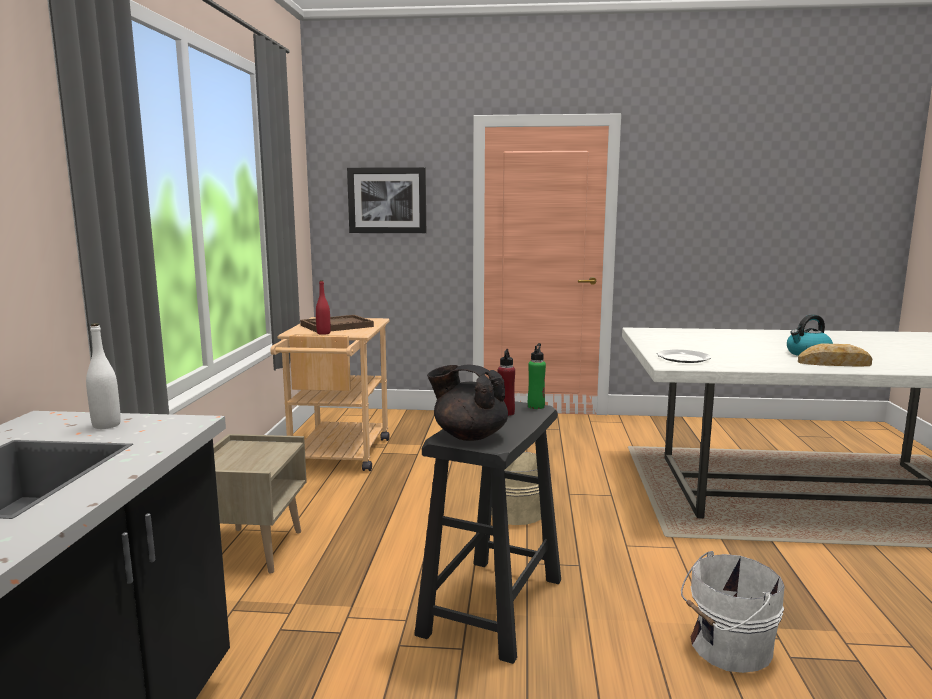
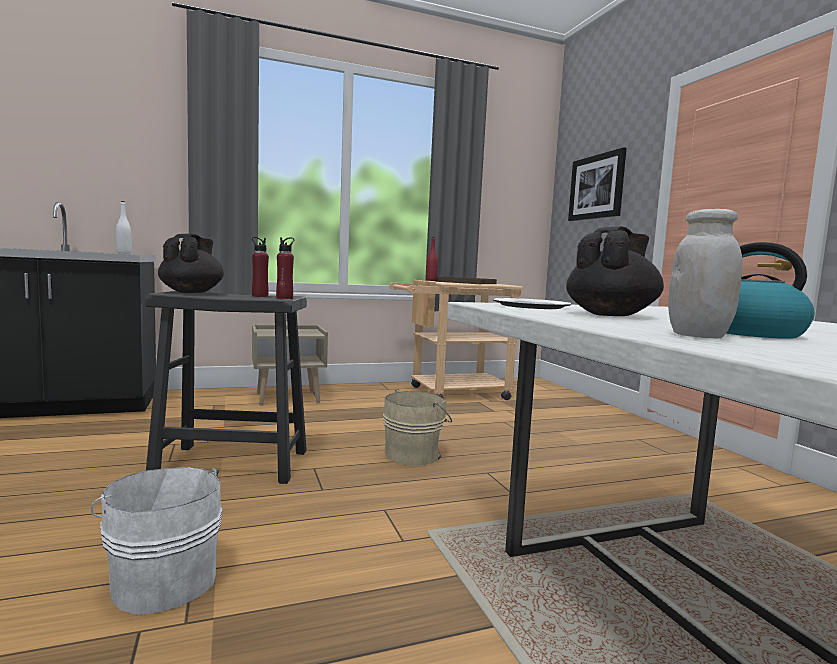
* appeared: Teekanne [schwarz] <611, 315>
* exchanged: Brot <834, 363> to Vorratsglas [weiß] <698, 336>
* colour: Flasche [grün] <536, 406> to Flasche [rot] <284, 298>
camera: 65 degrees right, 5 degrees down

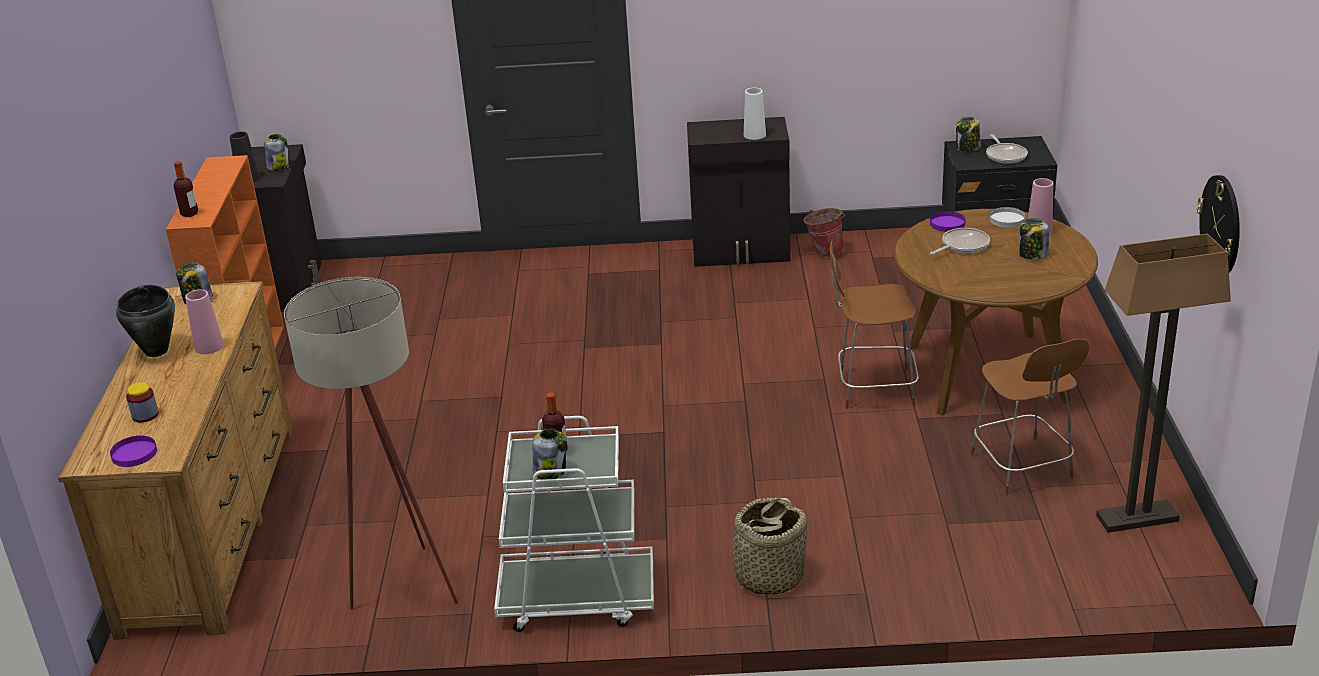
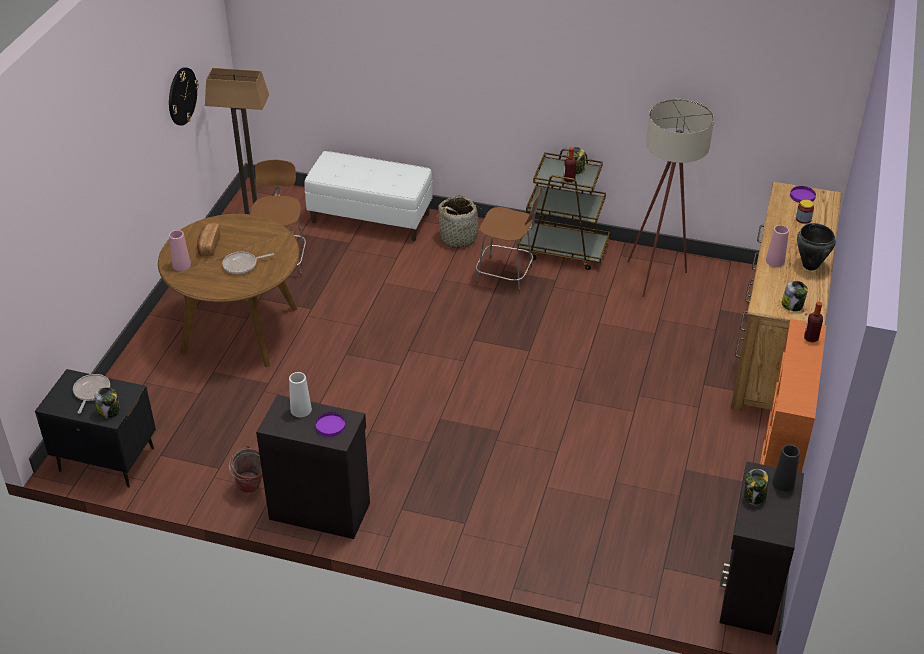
* missing: Teller [weiß] <1007, 219>
* appeared: Bank [weiß] <371, 217>
* relocated: Stuhl [braun] <873, 388> to <506, 276>
* relocated: Teller [lila] <947, 223> to <330, 426>
* exchanged: Vorratsglas <1032, 255> to Brot <208, 245>
* colour: Rollwagen [weiß] <576, 599> to Rollwagen [braun] <563, 250>
camera: 165 degrees left, 10 degrees up

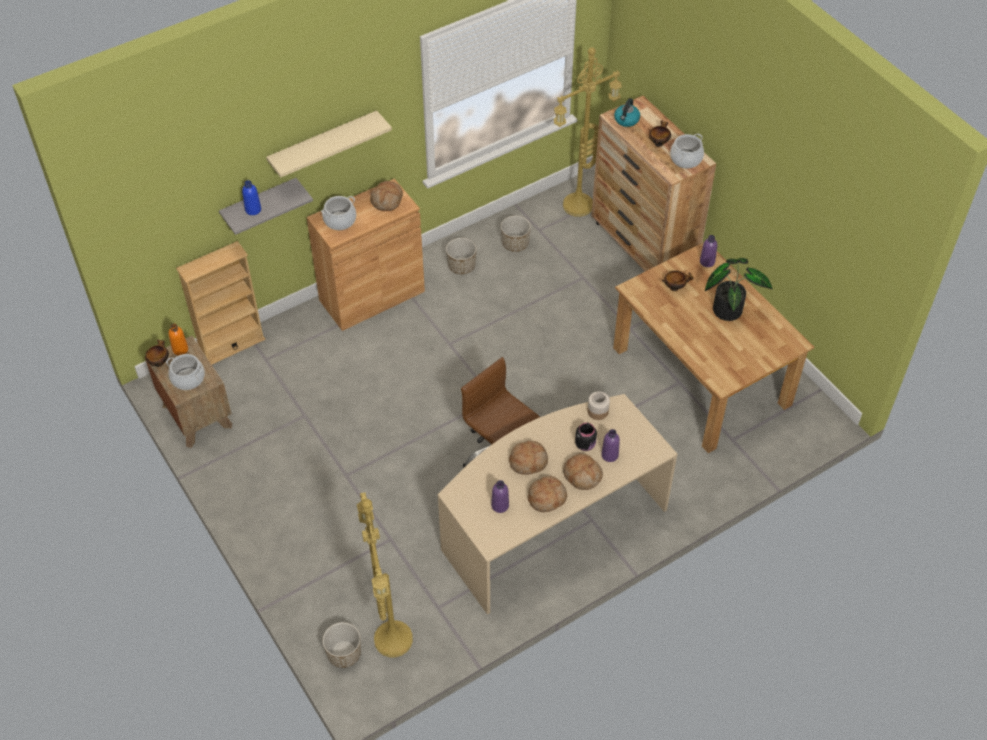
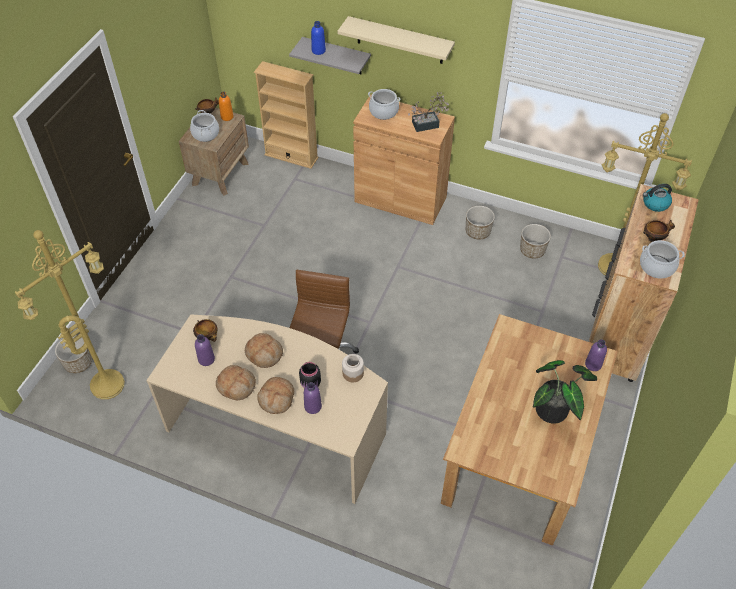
* relocated: Schüssel <675, 287> to <208, 337>
* exchanged: Brot <387, 200> to Topfpflanze <428, 124>
camera: 55 degrees right, 0 degrees up

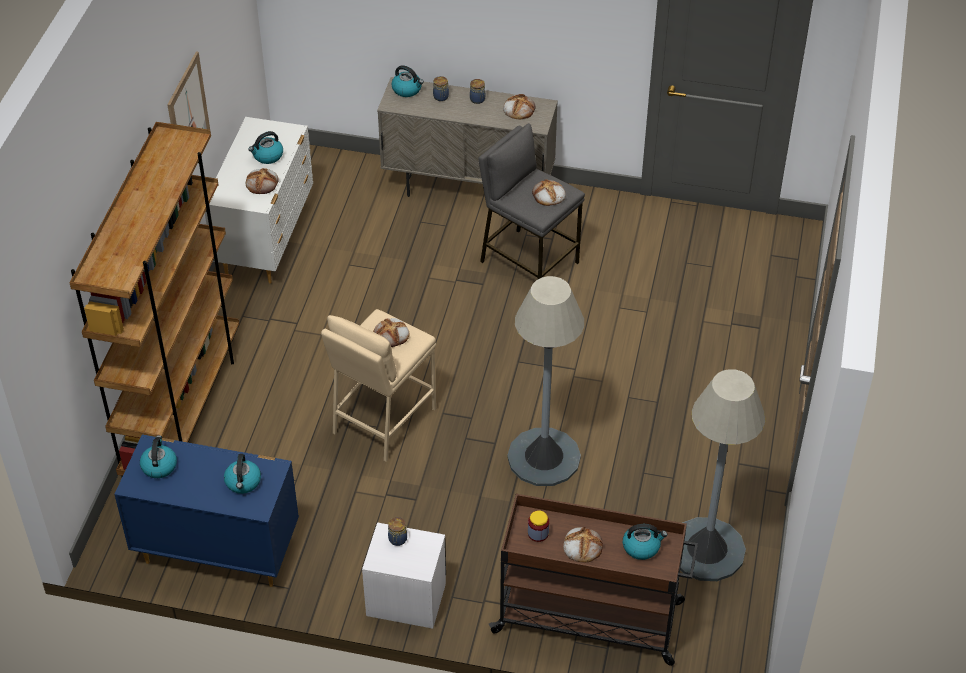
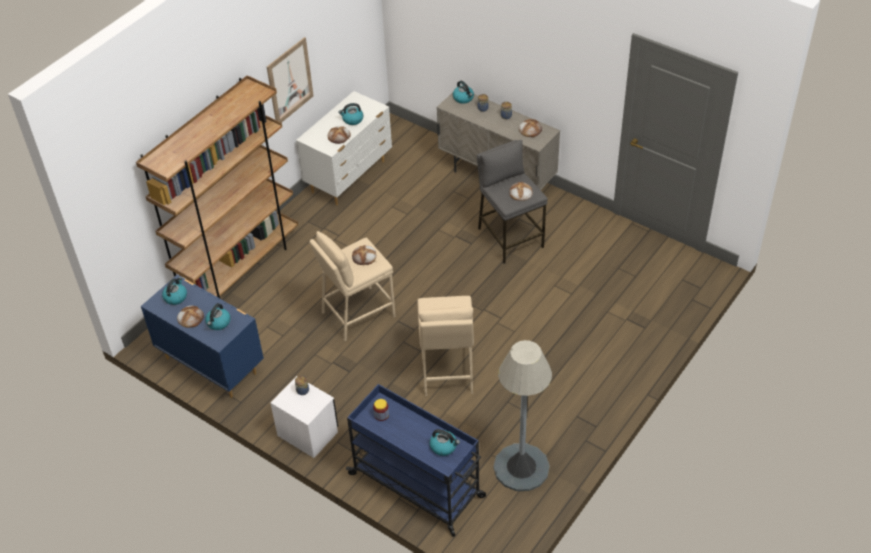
* relocated: Brot <582, 546> to <190, 317>
* exchanged: Stehlampe [grau] <544, 457> to Hocker [beige] <447, 370>
* colour: Rollwagen [braun] <590, 617> to Rollwagen [blau] <418, 486>
camera: 25 degrees right, 0 degrees up

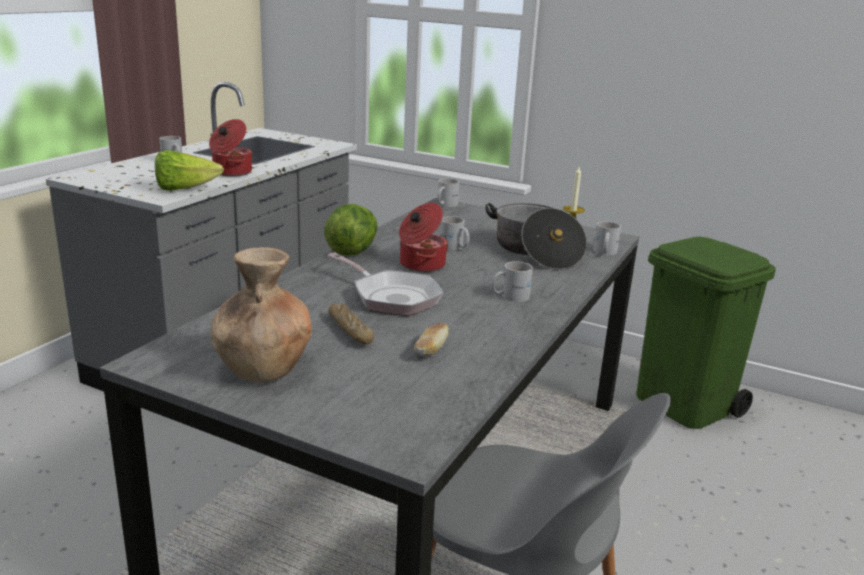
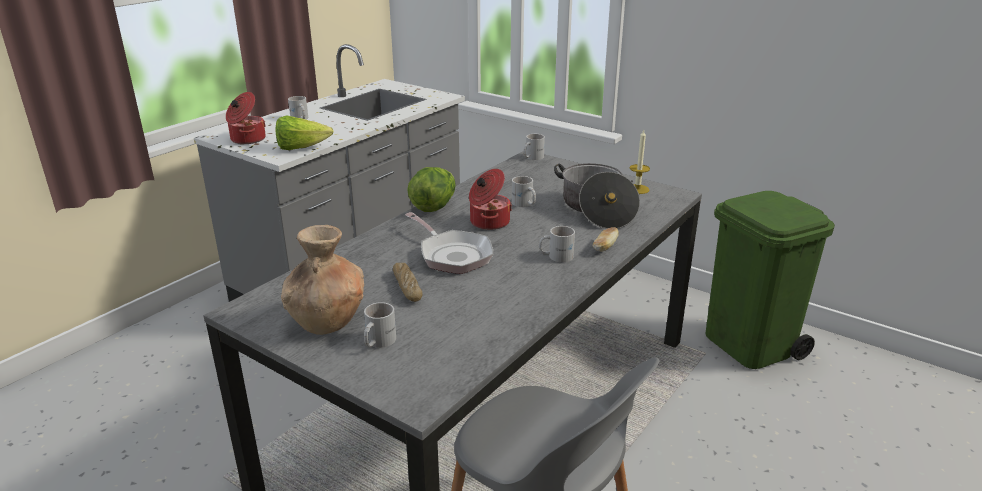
* relocated: Kochtopf <231, 172> to <247, 139>
* relocated: Brot <430, 350> to <604, 247>
* relocated: Henkelbecher [weiß] <604, 252> to <377, 342>
camera: 10 degrees right, 5 degrees up

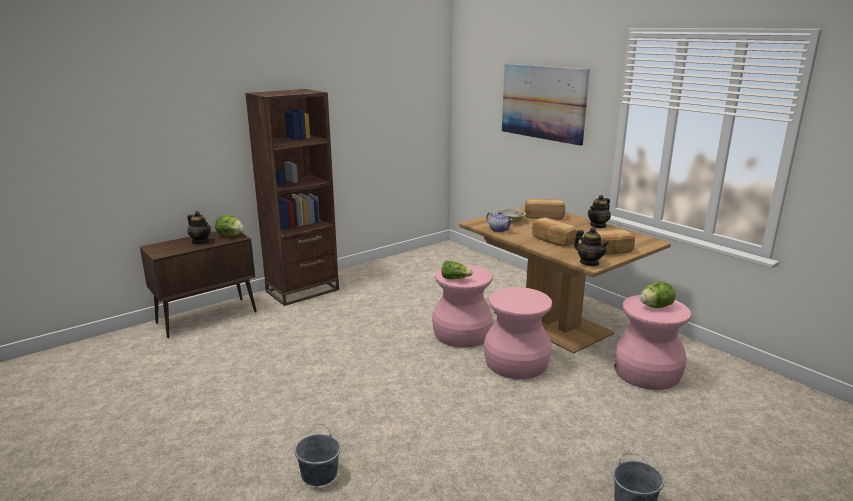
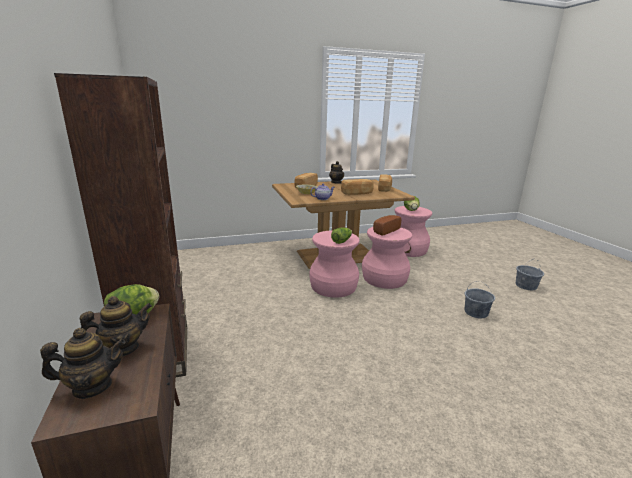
* missing: Bild <543, 102>
* appeared: Brot <384, 230>
* relocated: Eimer [grau] <319, 474> to <476, 312>
* relocated: Teekanne <589, 263> to <92, 386>
camera: 70 degrees left, 0 degrees up

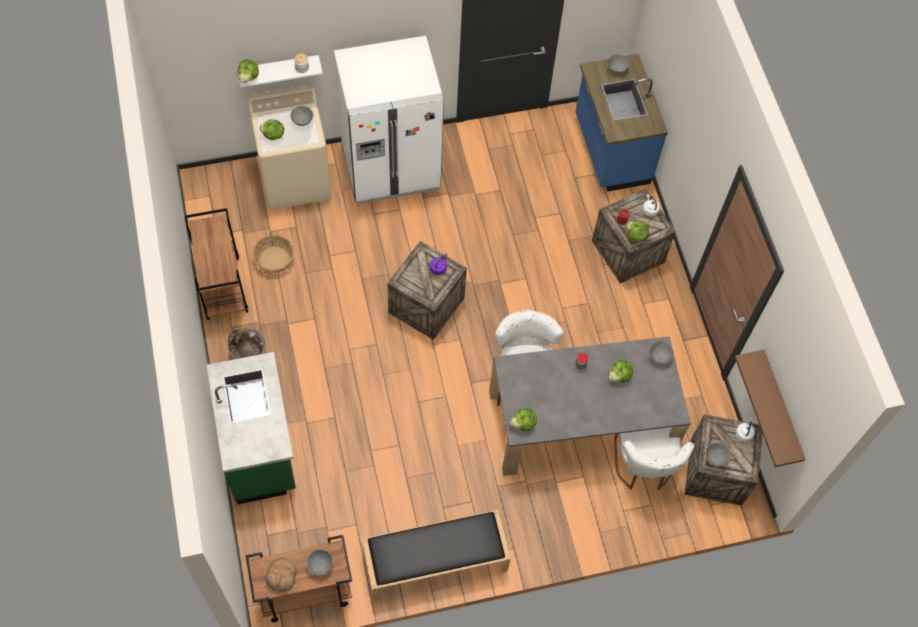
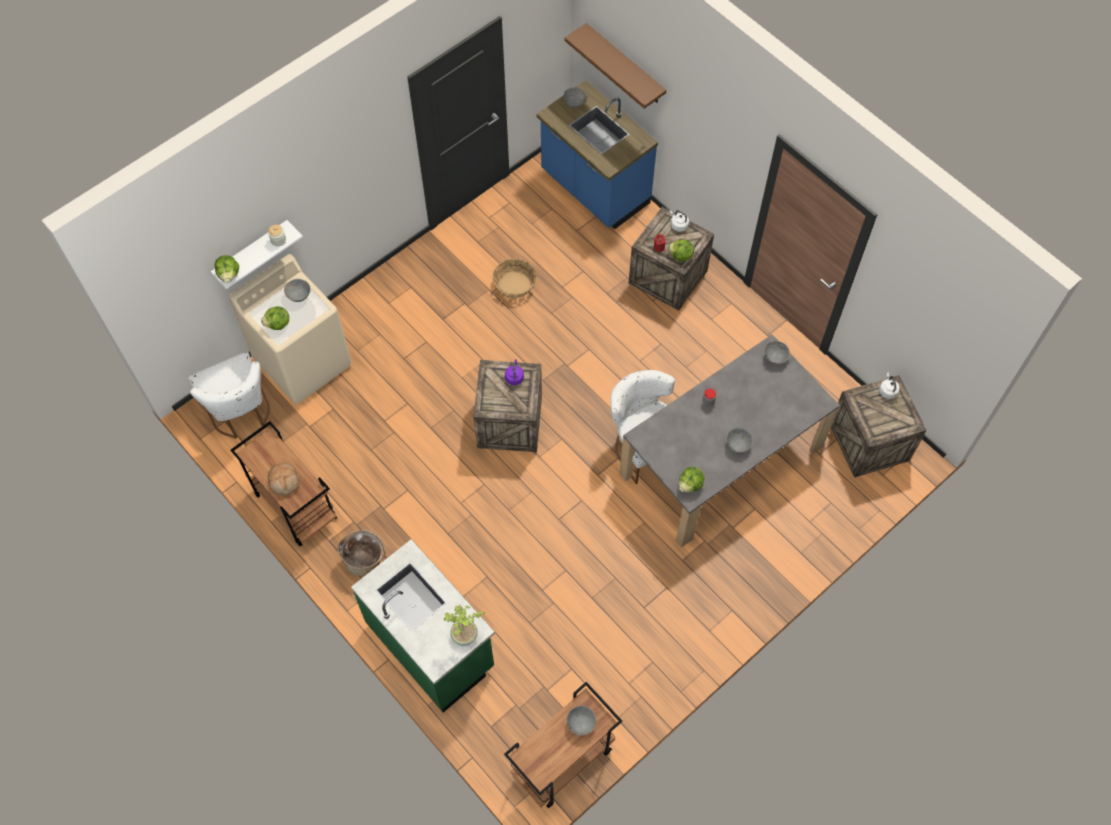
* missing: Kühlschrank [weiß] <391, 168>
* missing: Bank [schwarz] <434, 562>
* missing: Salatkopf <619, 376>
* appeared: Topfpflanze <465, 635>
* relocated: Korb <274, 259> to <514, 285>
* relocated: Brot <282, 576> to <284, 481>
* relocated: Stuhl [weiß] <643, 466> to <240, 412>
* relocated: Schüssel [grau] <715, 458> to <737, 445>
* relocated: Wandregal [braun] <780, 408> to <625, 65>
camera: 25 degrees left, 0 degrees up

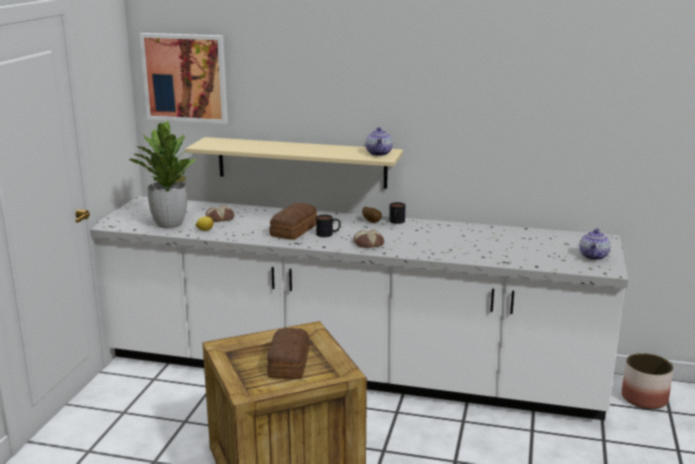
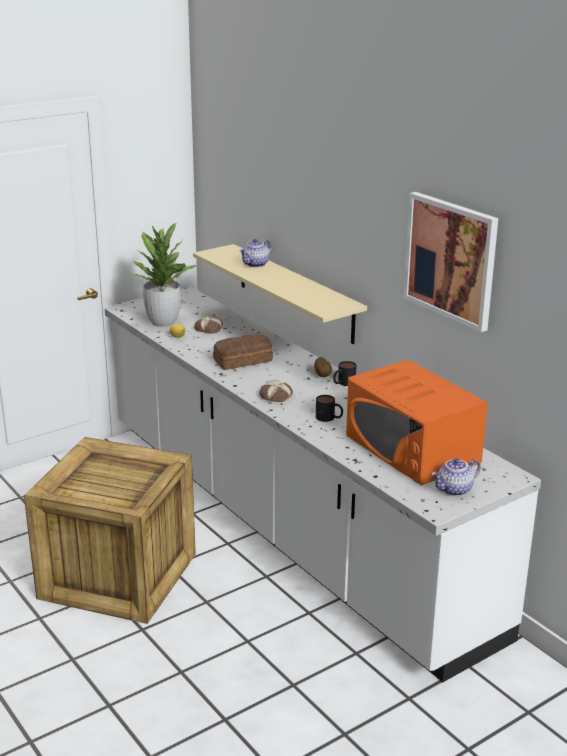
* missing: Brot <287, 364>
* missing: Pflanzkübel <644, 398>
* appeared: Mikrowelle [orange] <412, 449>
* relocated: Bild <185, 77> to <451, 259>
* relocated: Henkelbecher <328, 234> to <329, 418>
* relocated: Teekanne <379, 153> to <256, 264>
camera: 40 degrees right, 5 degrees up

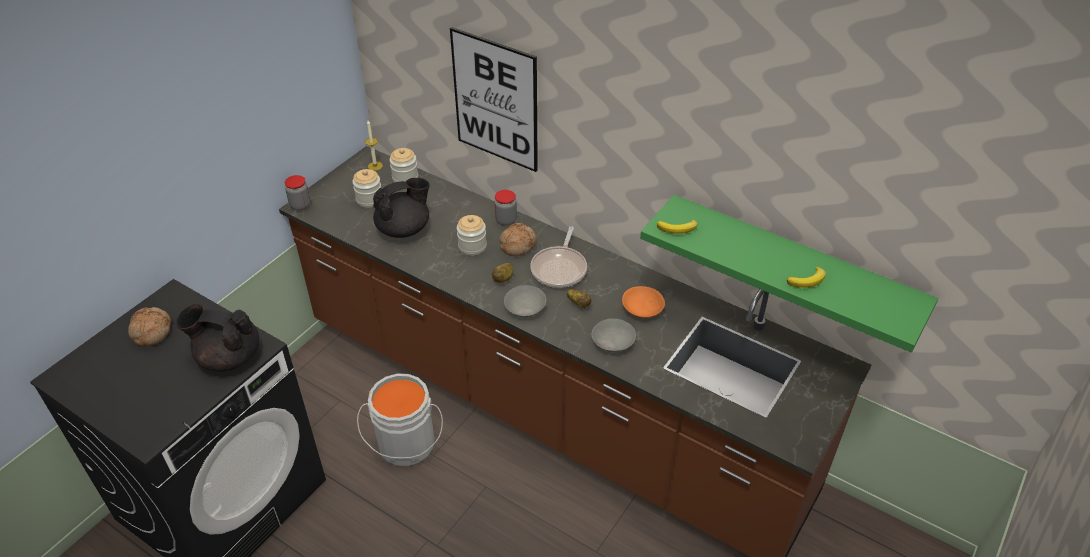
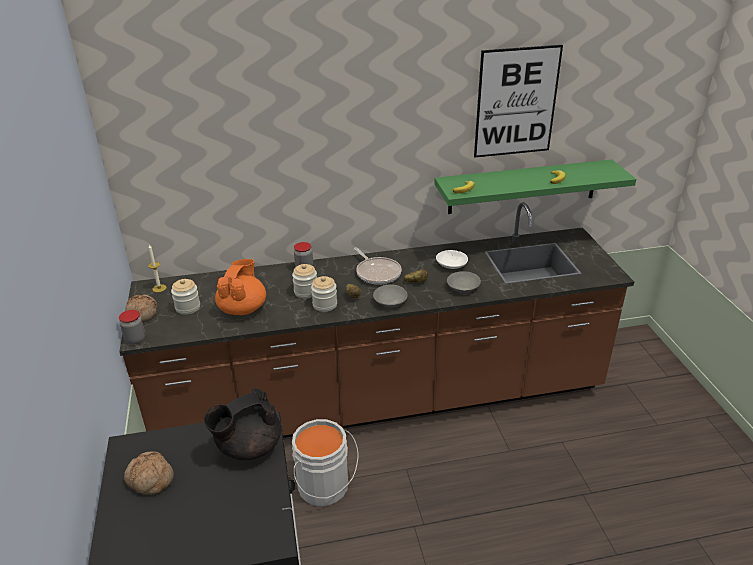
* relocated: Vorratsglas <405, 178> to <325, 305>
* relocated: Bild <495, 100> to <516, 102>
* relocated: Brot <517, 244> to <141, 314>
* colour: Teekanne [schwarz] <404, 229> to Teekanne [orange] <243, 308>
* colour: Schüssel [orange] <643, 308> to Schüssel [weiß] <452, 264>
camera: 45 degrees left, 10 degrees down

